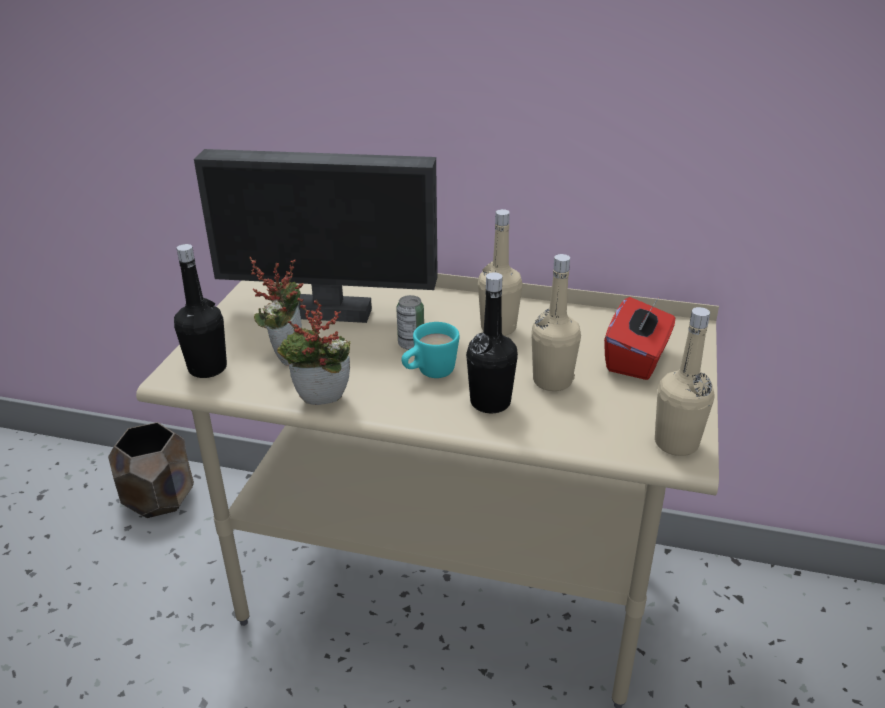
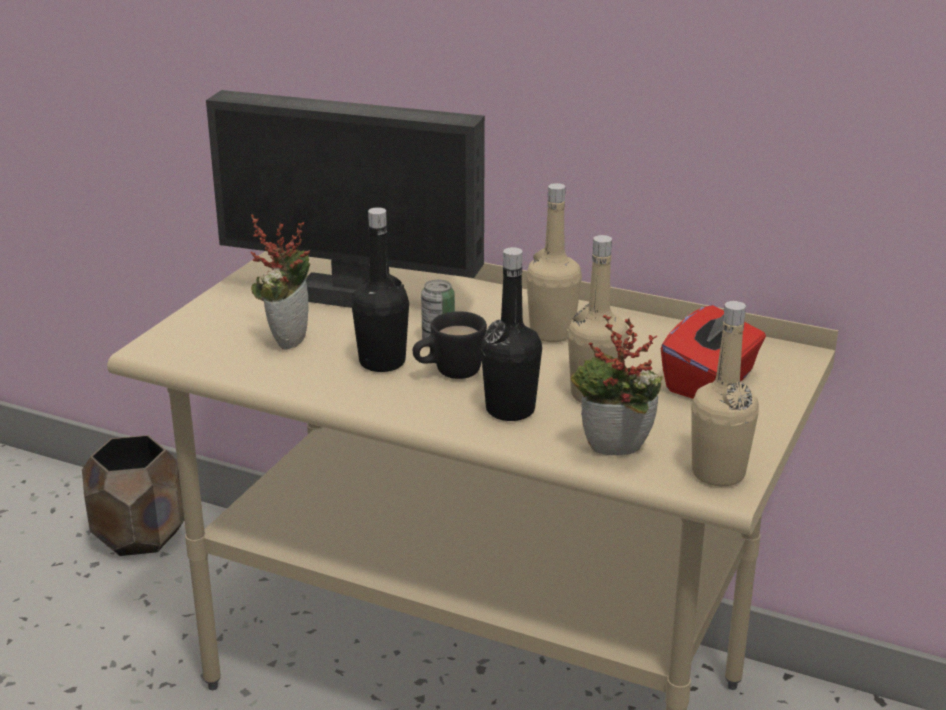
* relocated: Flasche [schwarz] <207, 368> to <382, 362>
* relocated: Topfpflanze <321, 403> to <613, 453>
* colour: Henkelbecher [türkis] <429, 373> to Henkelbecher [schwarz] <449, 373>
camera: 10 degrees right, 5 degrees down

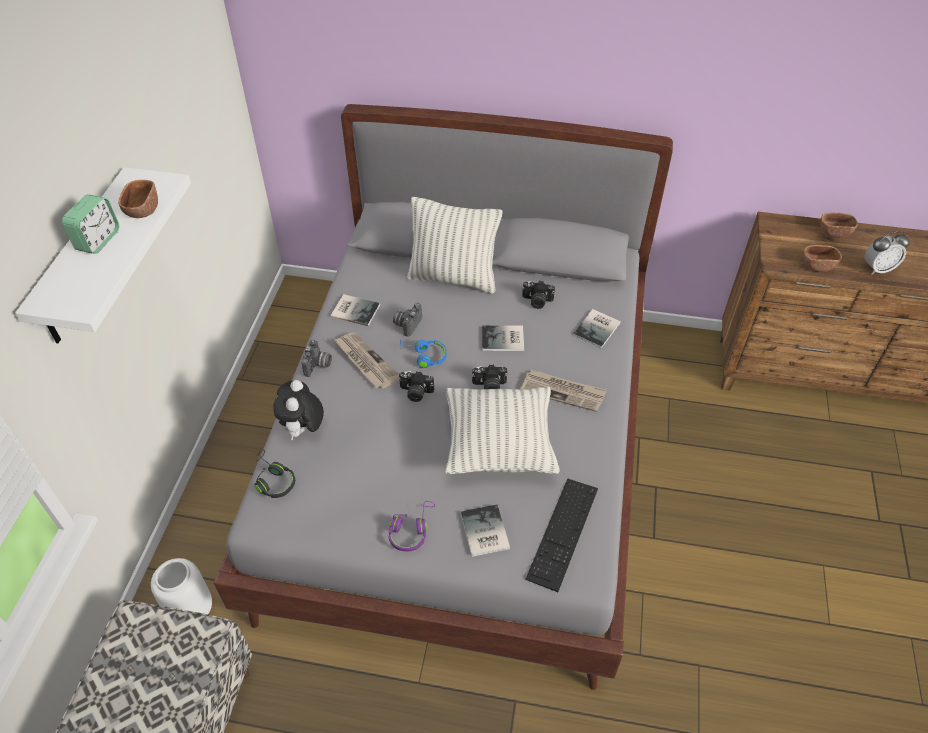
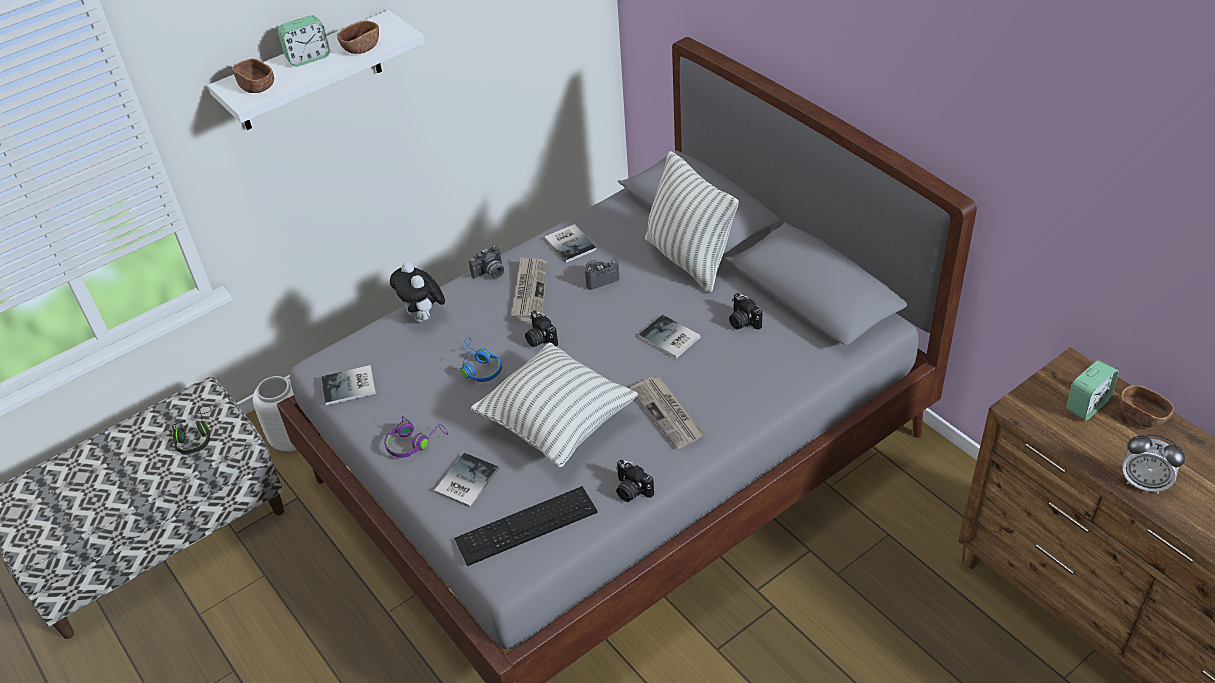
* appeared: Wecker <1087, 405>
* relocated: Kopfhörer [schwarz] <273, 480> to <196, 437>
* relocated: Kopfhörer [blau] <423, 356> to <479, 367>
* relocated: Kamera <489, 386> to <631, 490>
* relocated: Buch <598, 329> to <350, 386>
* relocated: Schüssel [braun] <817, 265> to <257, 86>
* spun: Plüschtier <303, 430> = <424, 317> 75 degrees counterclockwise
camera: 45 degrees right, 5 degrees down

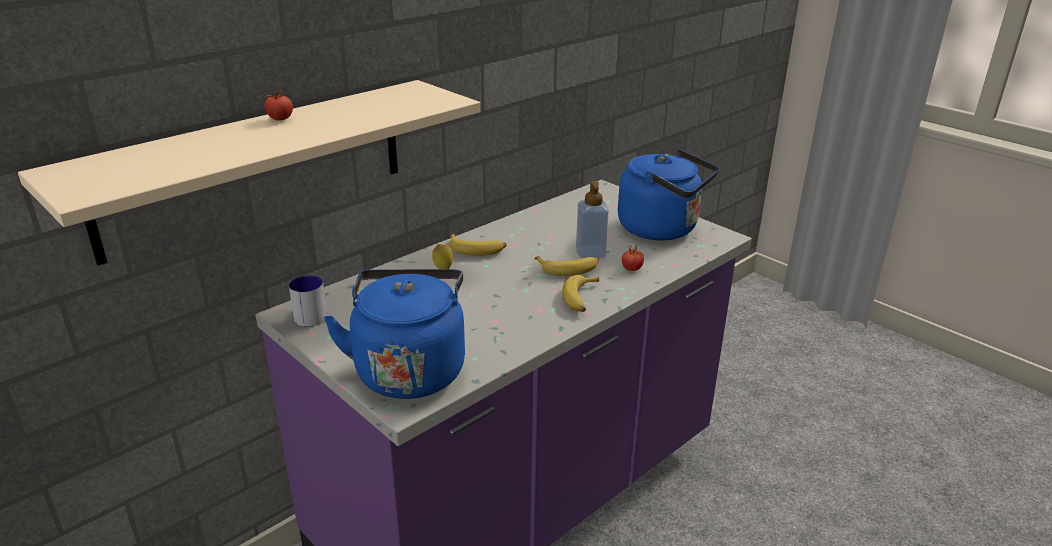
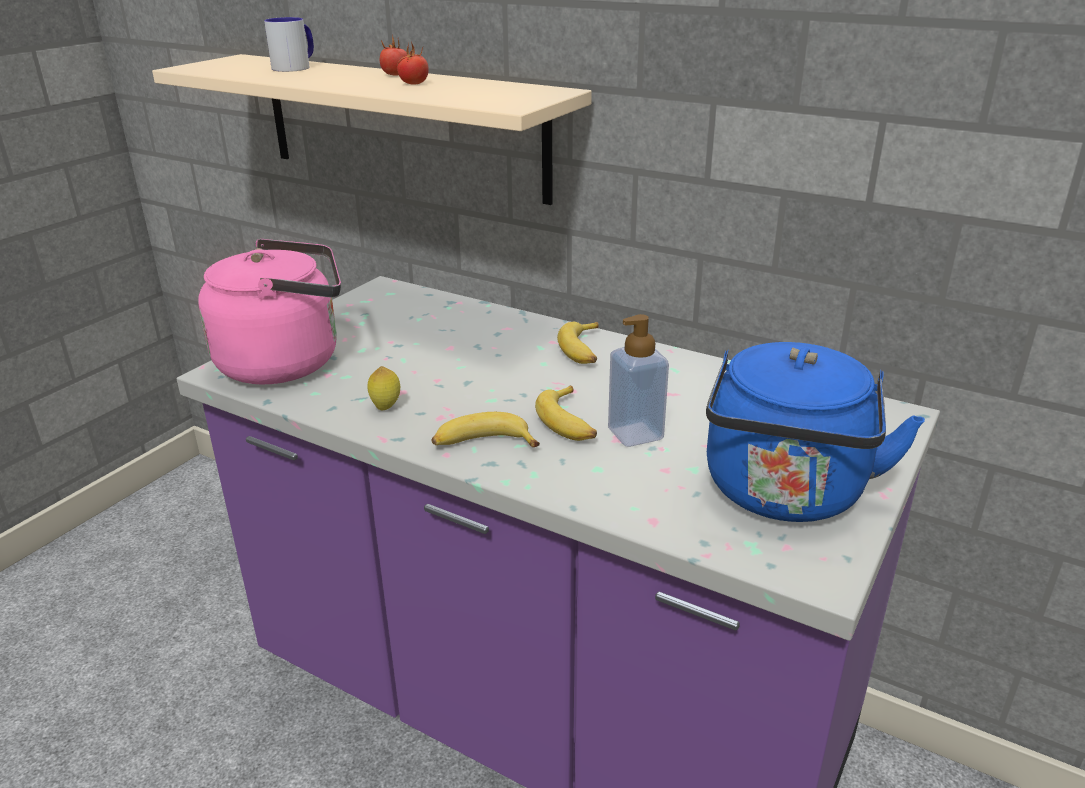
* relocated: Henkelbecher <307, 315> to <296, 67>
* relocated: Zitrone <443, 270> to <386, 407>
* relocated: Tomate <632, 269> to <413, 84>
* colour: Wasserkessel [blau] <410, 369> to Wasserkessel [rosa] <287, 362>
camera: 75 degrees right, 0 degrees up

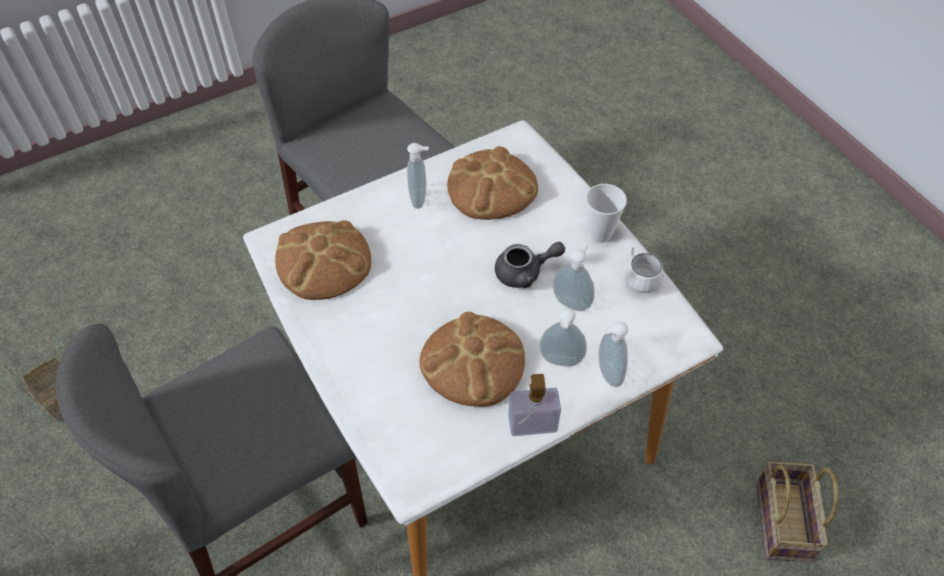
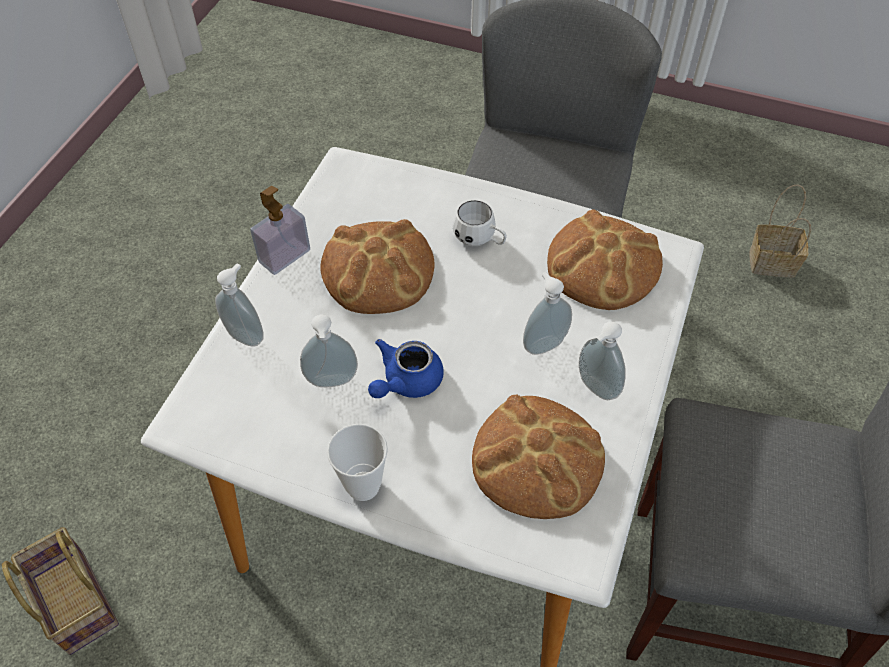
* relocated: Seifenspender <560, 362> to <543, 343>
* relocated: Henkelbecher [weiß] <638, 278> to <480, 240>
* colour: Teekanne [grau] <525, 272> to Teekanne [blau] <406, 382>
camera: 140 degrees right, 0 degrees up

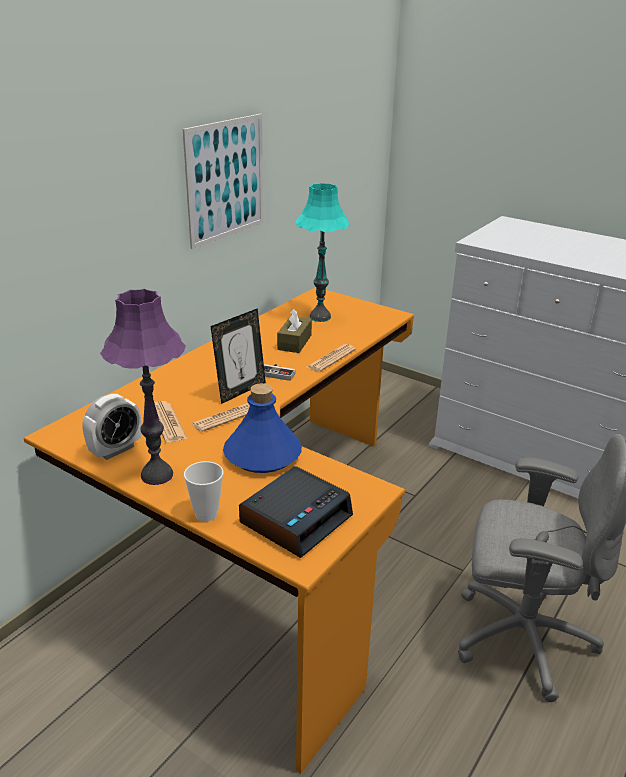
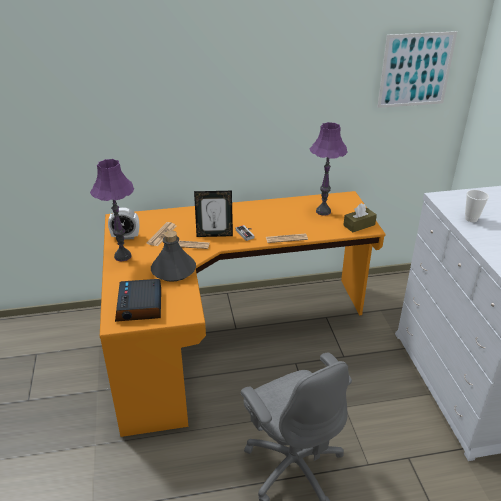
* relocated: Bild <225, 180> to <415, 70>
* relocated: Tasse <206, 514> to <471, 219>
* relocated: Taschentuchbox [braun] <294, 342> to <359, 225>
* colour: Flasche [blau] <263, 454> to Flasche [grau] <174, 270>
* colour: Tischlampe [türkis] <320, 317> to Tischlampe [lila] <323, 211>
* spun: Wecker <296, 519> = <140, 306> 90 degrees clockwise
camera: 45 degrees right, 5 degrees up

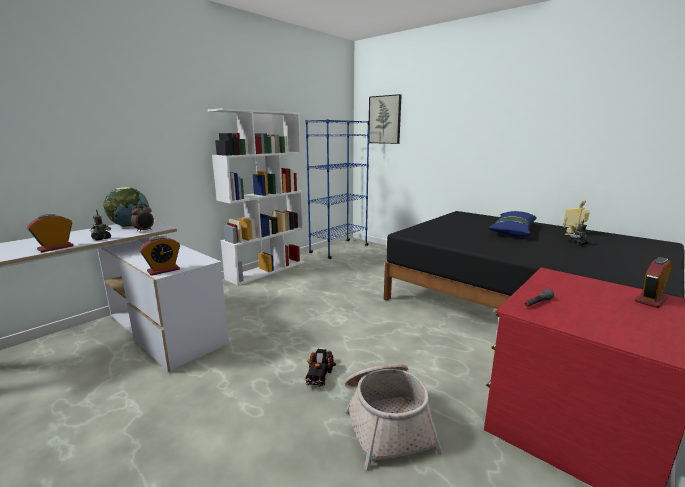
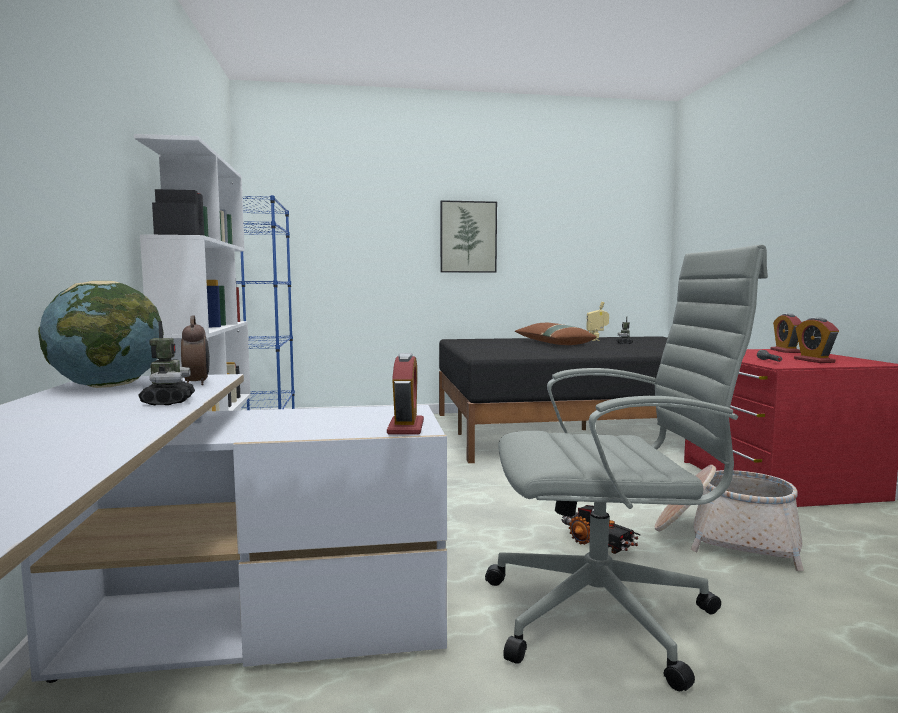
* appeared: Bürostuhl [grau] <606, 615>
* relocated: Wecker <55, 248> to <814, 360>
* relocated: Bild <385, 119> to <468, 237>
* colour: Kissen [blau] <512, 230> to Kissen [braun] <552, 343>
camera: 50 degrees left, 10 degrees down

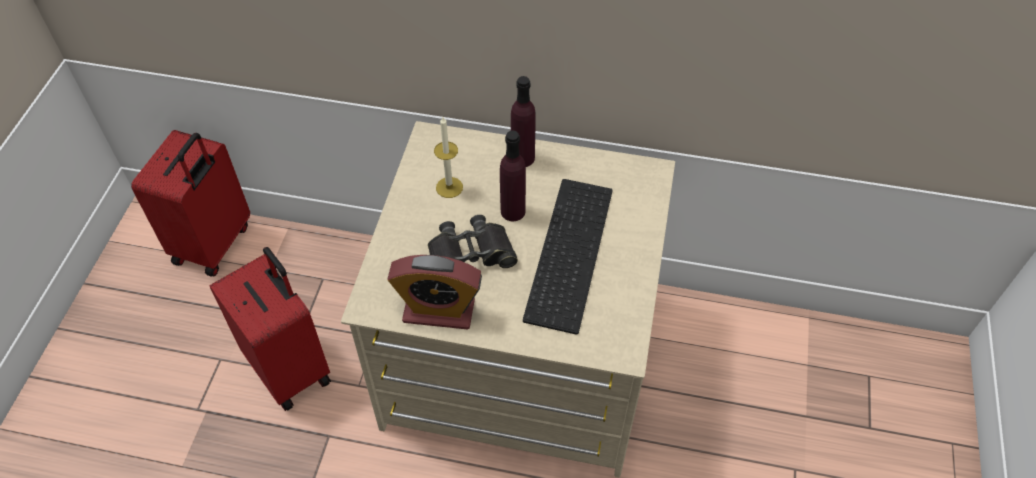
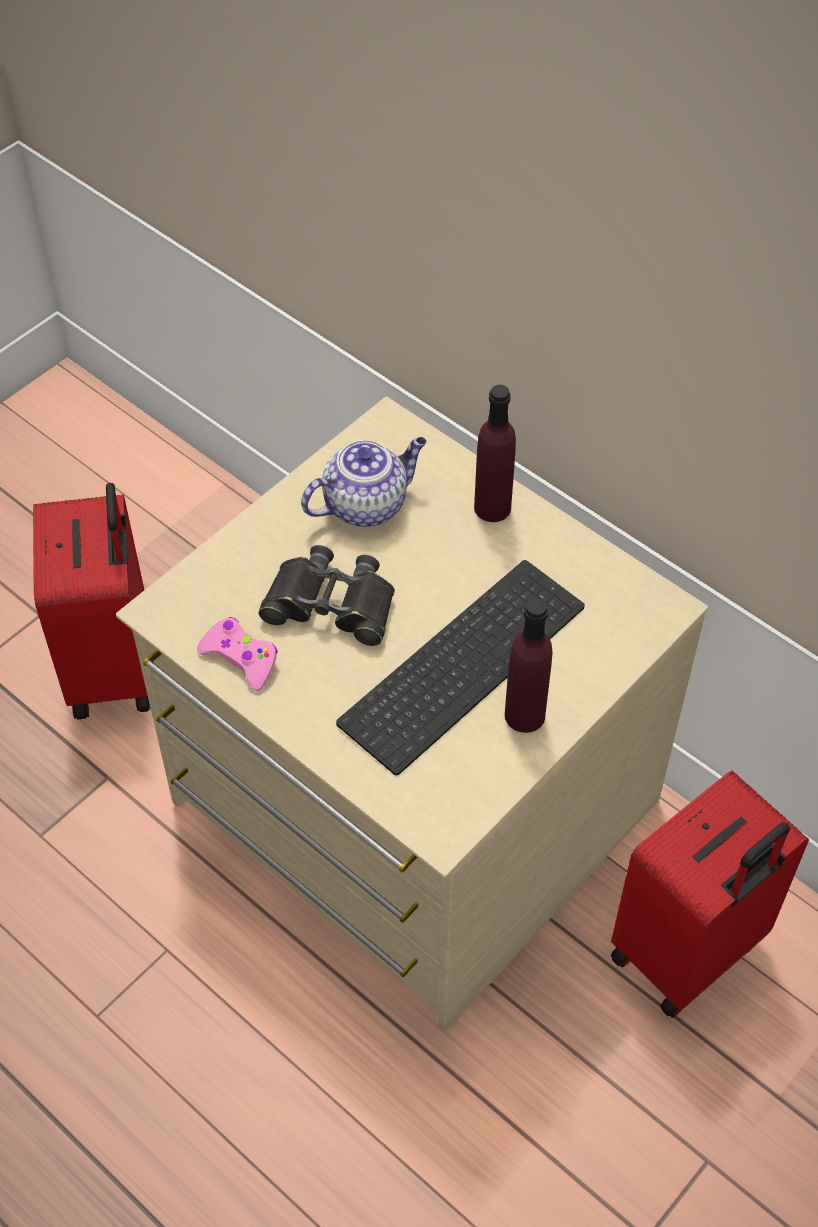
* relocated: Koffer [rot] <214, 244> to <689, 953>
* relocated: Flasche [lila] <513, 211> to <524, 715>
* exchanged: Wecker <438, 311> to Gamepad [rosa] <241, 658>
* exchanged: Kerze <449, 187> to Teekanne <366, 504>
camera: 30 degrees right, 0 degrees up

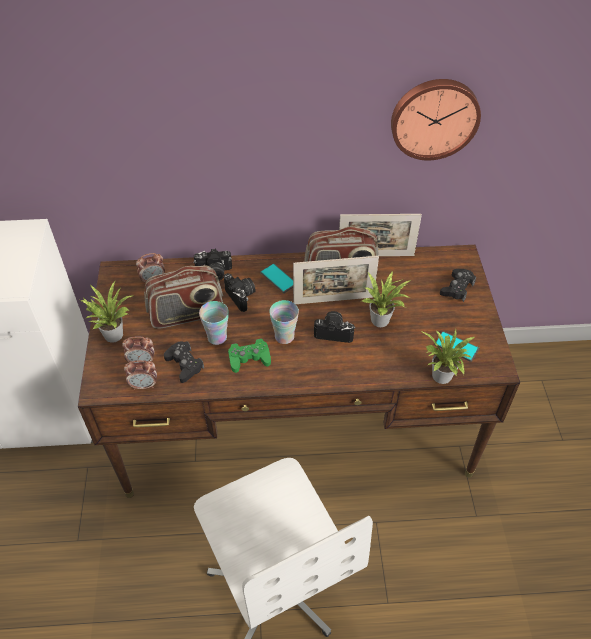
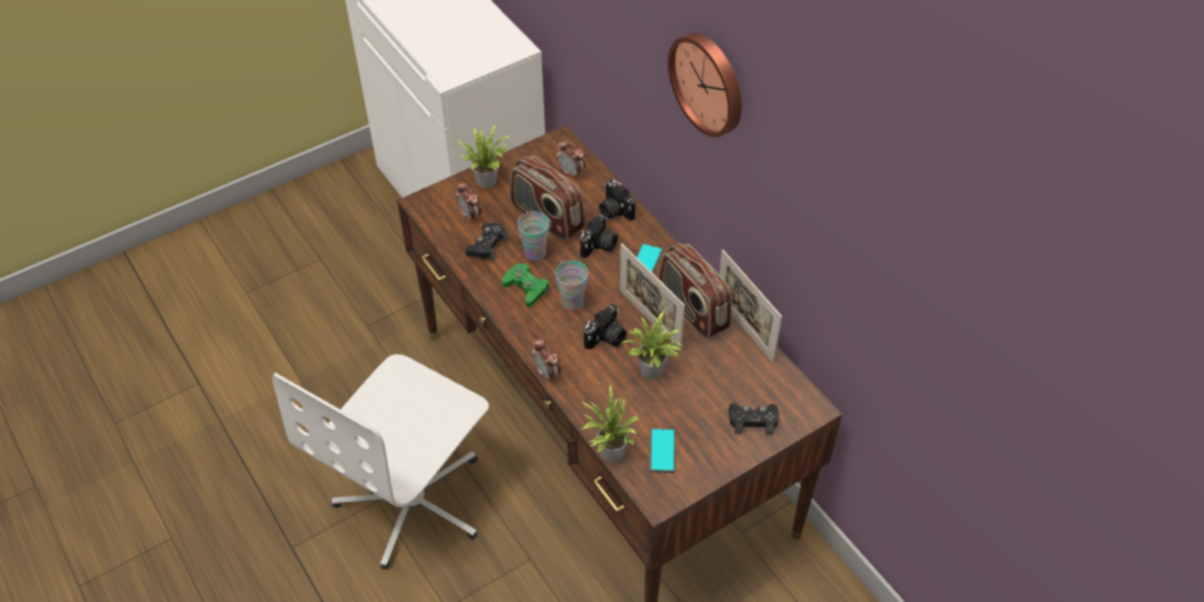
* relocated: Wecker <144, 385> to <547, 373>
* relocated: Wanduhr <434, 118> to <709, 83>
* spun: Kamera <334, 332> = <606, 338> 60 degrees clockwise
camera: 60 degrees right, 0 degrees up

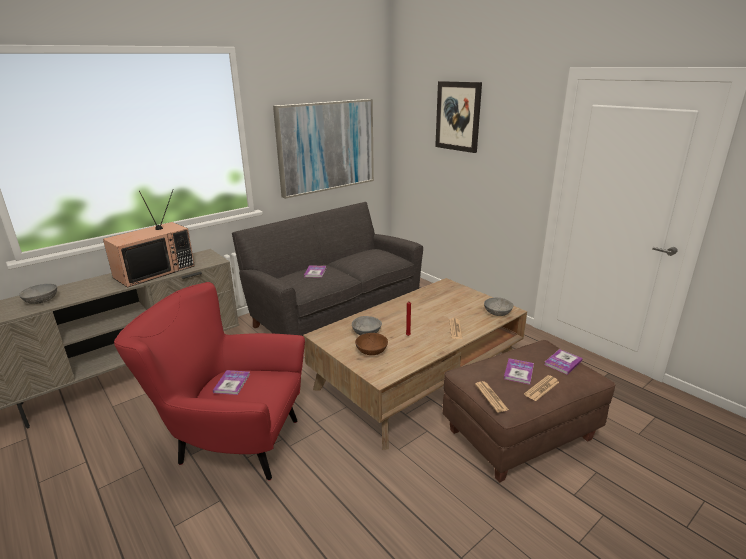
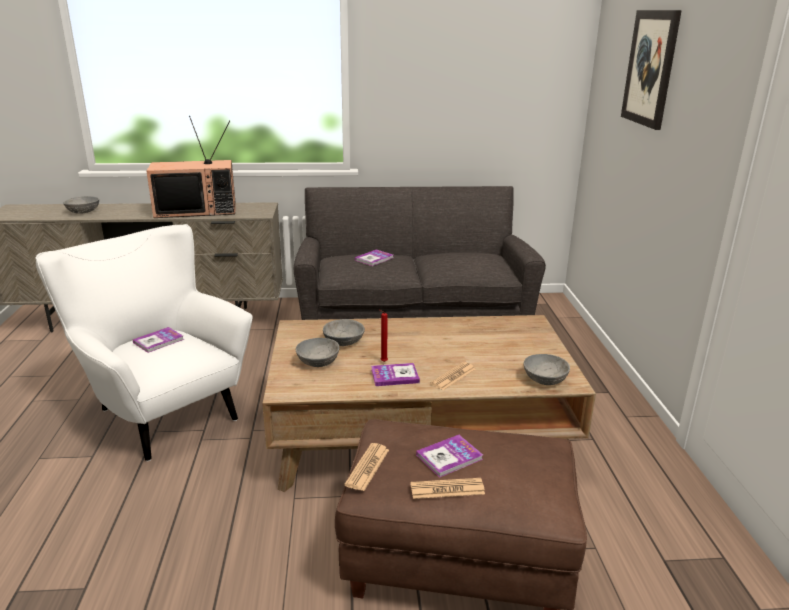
* missing: Bild <326, 146>
* relocated: Buch <563, 362> to <395, 376>
* colour: Sessel [rot] <231, 442> to Sessel [weiß] <161, 411>
* colour: Schüssel [braun] <371, 351> to Schüssel [grau] <318, 361>
camera: 35 degrees right, 0 degrees up

